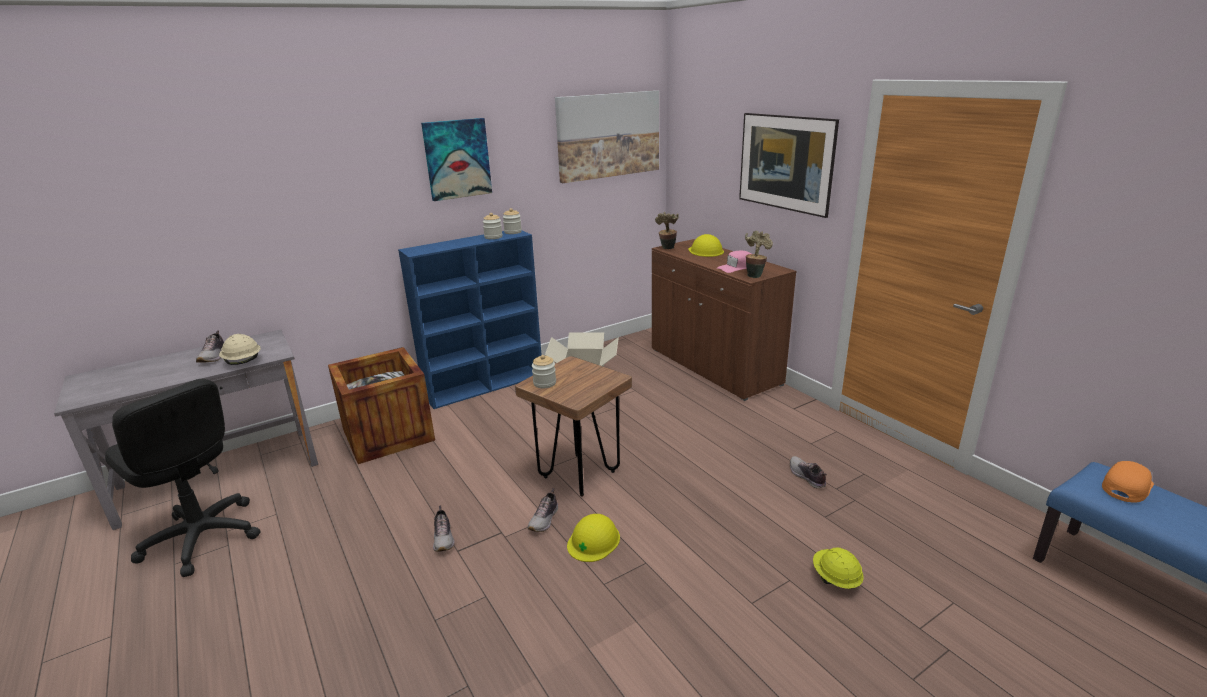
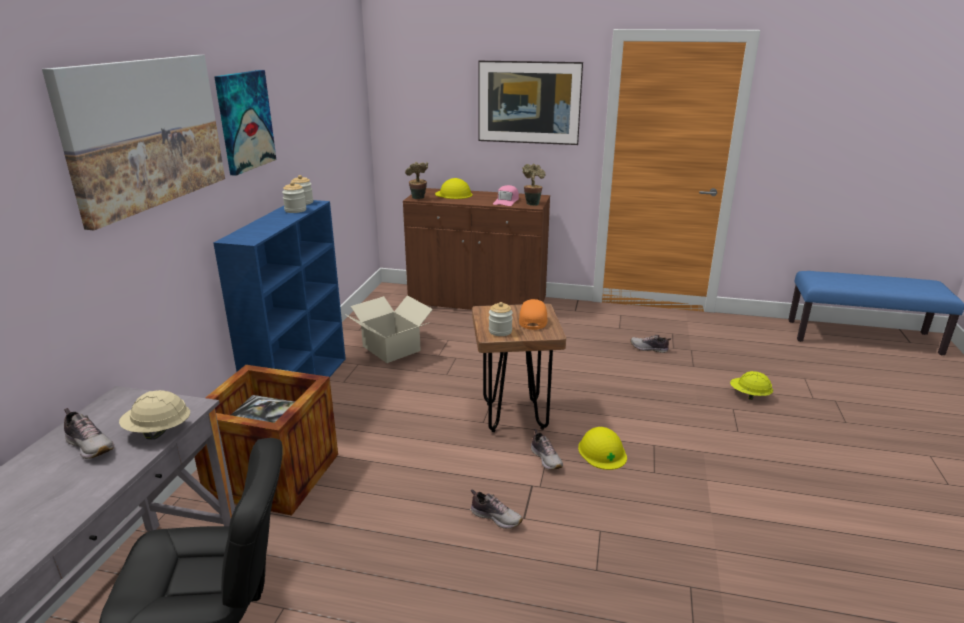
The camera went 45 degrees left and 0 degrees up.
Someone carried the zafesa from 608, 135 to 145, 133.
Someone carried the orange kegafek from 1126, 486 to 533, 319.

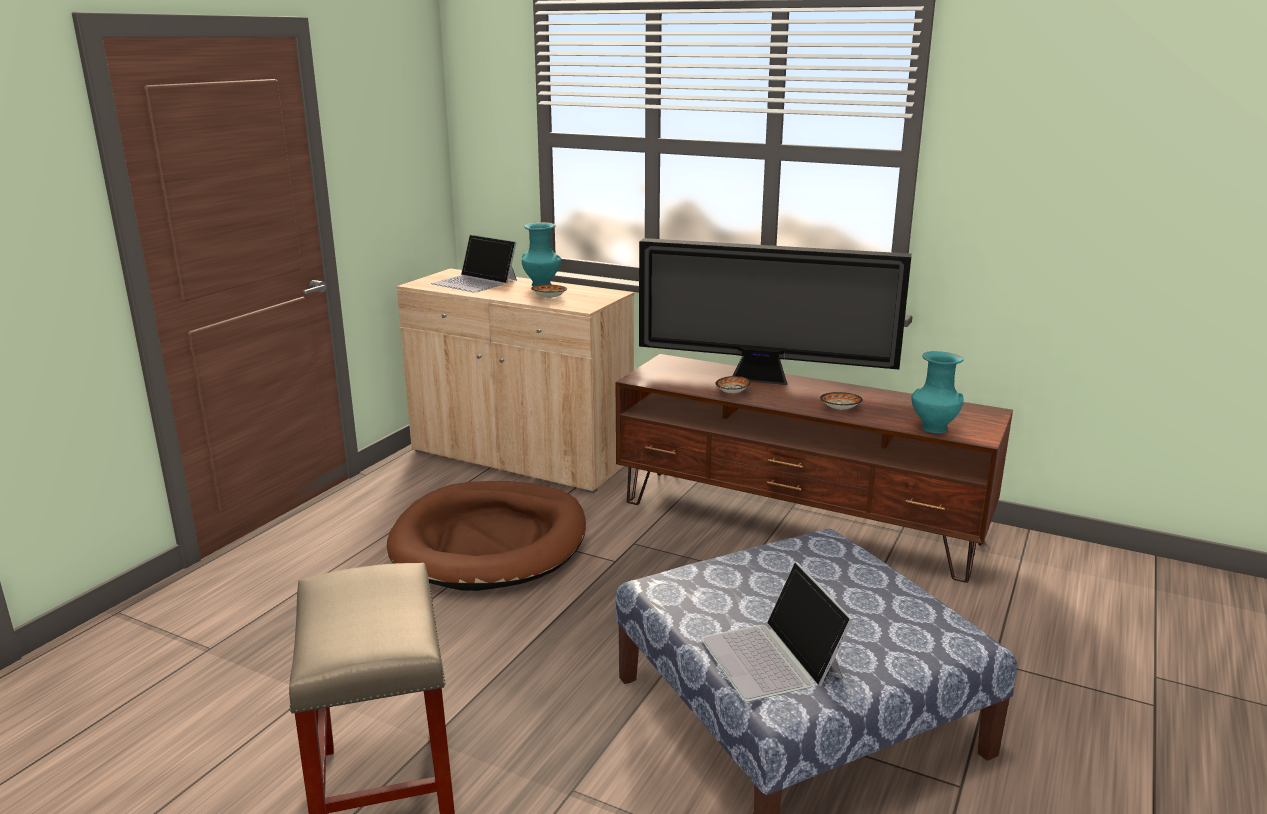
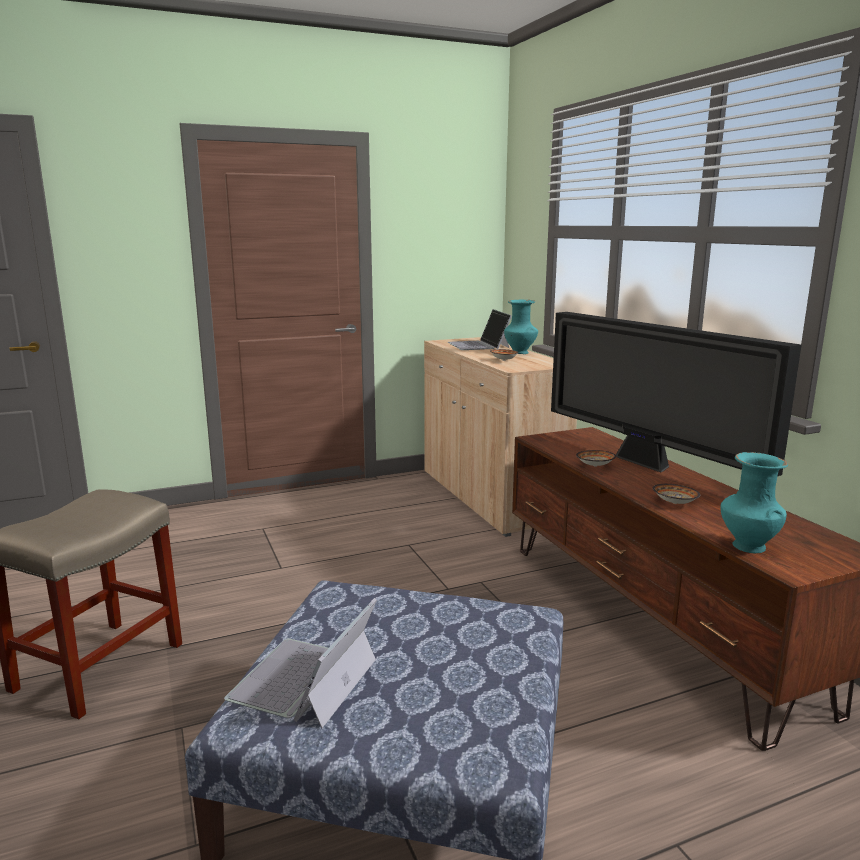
The camera went 40 degrees right and 5 degrees down.
Someone took away the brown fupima at 490, 542.

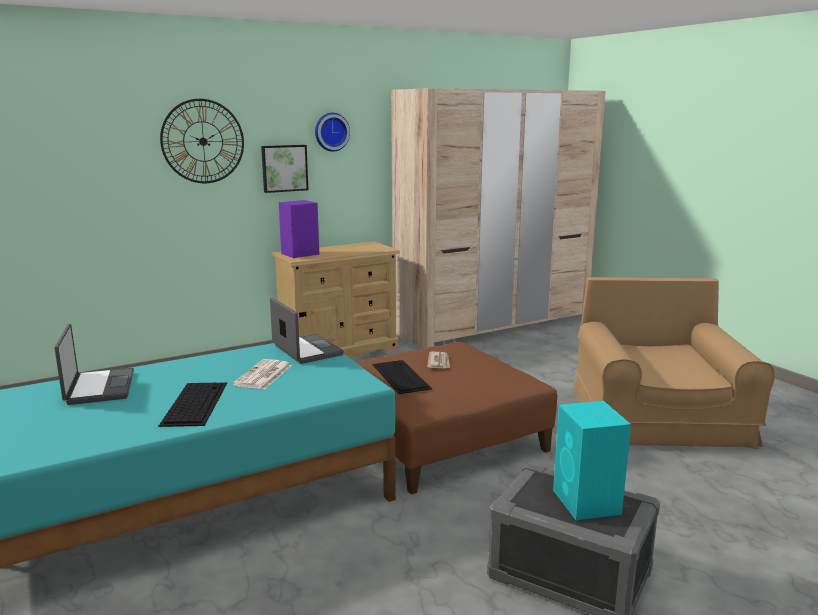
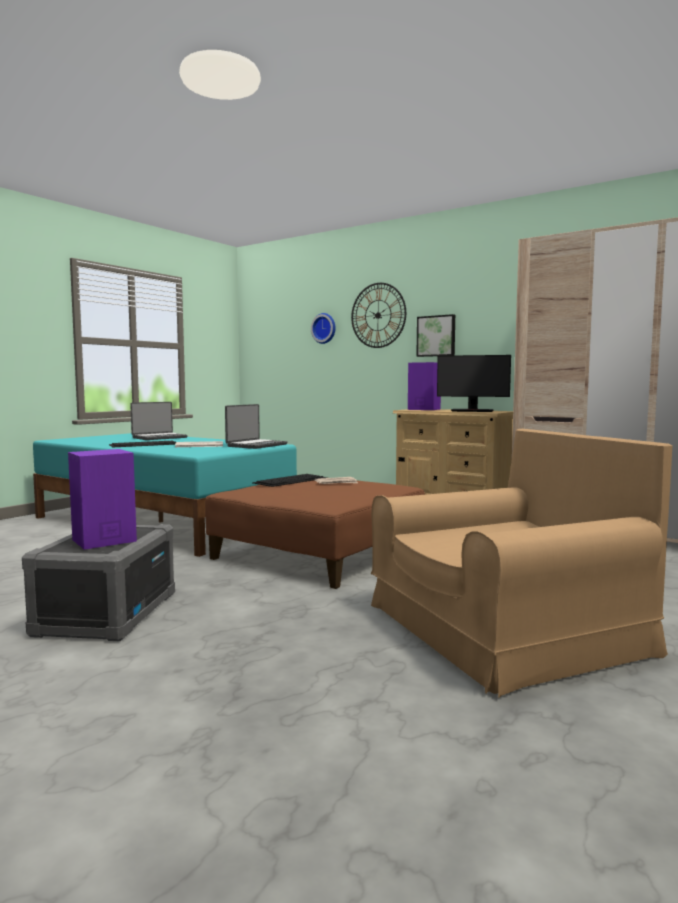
The camera went 65 degrees right and 10 degrees down.
Someone carried the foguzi from 331, 132 to 324, 328.
Someone repainted the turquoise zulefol at 587, 503, which became the purple zulefol at 102, 541.
Someone put down the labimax at 472, 411.

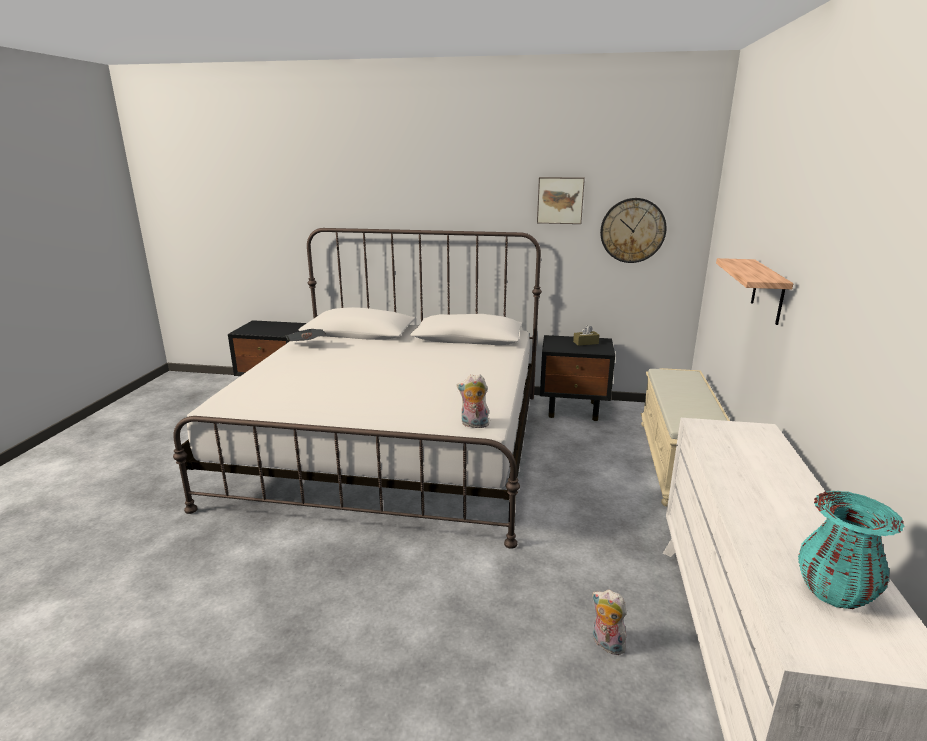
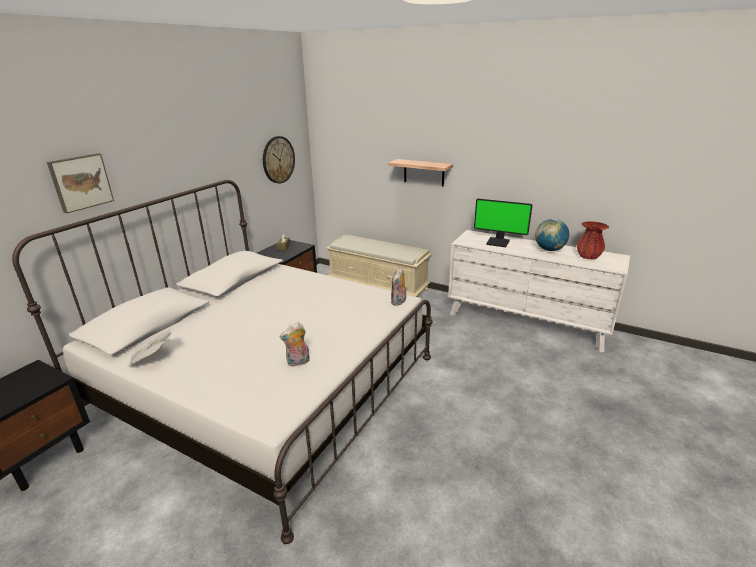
The camera went 70 degrees left and 5 degrees up.
Someone carried the zafesa from 560, 200 to 80, 182.
Someone carried the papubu from 606, 644 to 298, 362.
Someone repainted the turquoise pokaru at 834, 592, which became the red pokaru at 588, 256.
Someone put down the labimax at 498, 242.
Someone put down the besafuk at 549, 250.

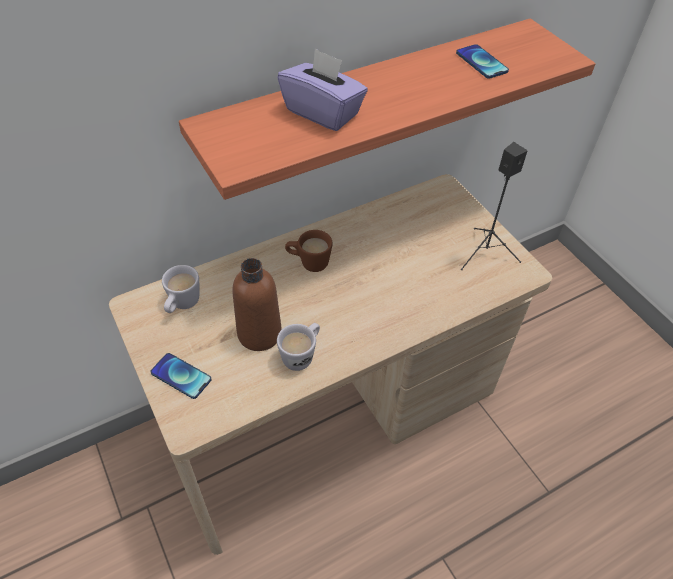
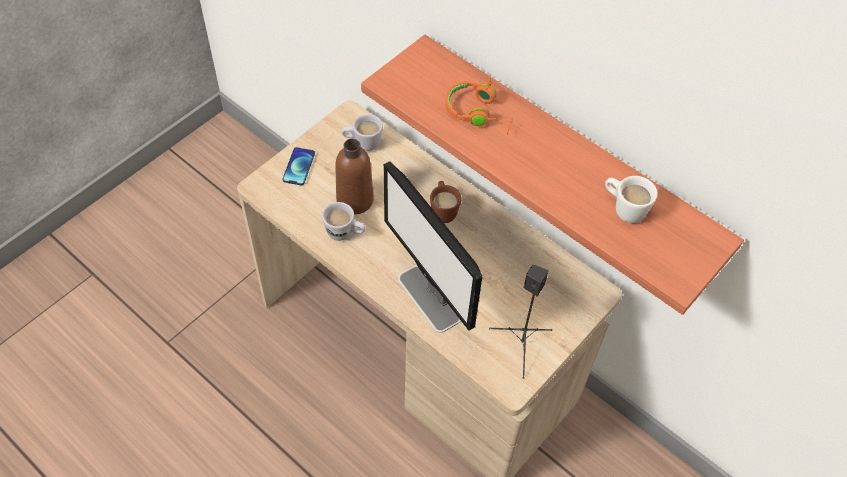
The camera went 70 degrees right and 5 degrees up.
Someone swapped the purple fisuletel at 323, 112 for the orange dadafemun at 479, 113.
Someone swapped the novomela at 481, 62 for the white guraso at 623, 209.
Someone put down the labimax at 429, 299.

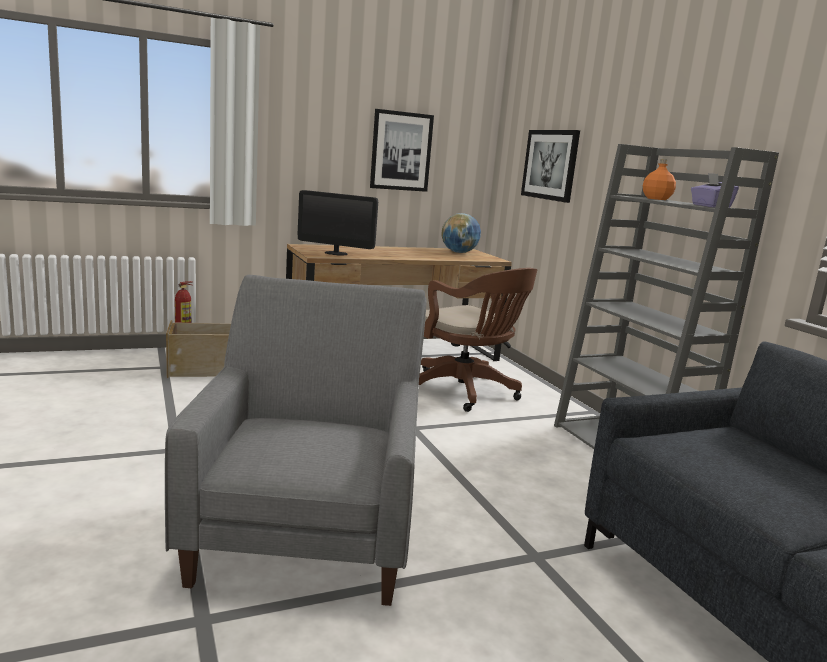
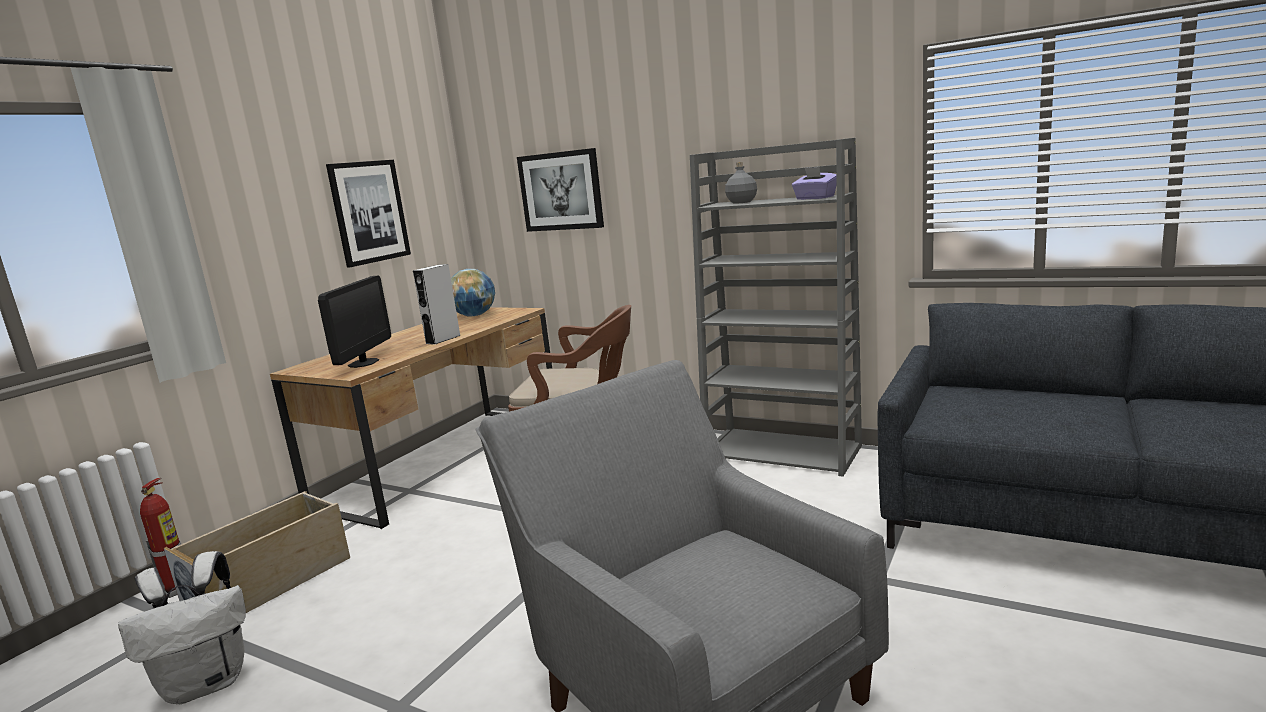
The camera went 35 degrees left and 0 degrees up.
Someone rotated the labimax at 336, 253 by 60 degrees counterclockwise.
Someone repainted the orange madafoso at 656, 199, which became the grey madafoso at 741, 202.
Someone put down the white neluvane at 208, 682.
Someone put down the grey zulefol at 443, 339.

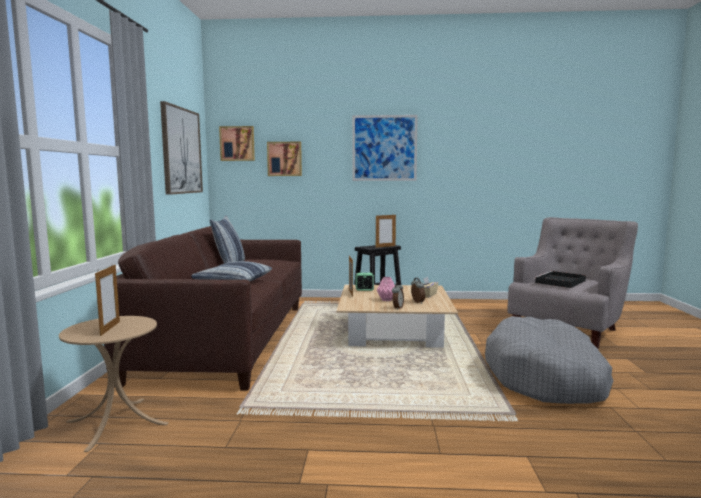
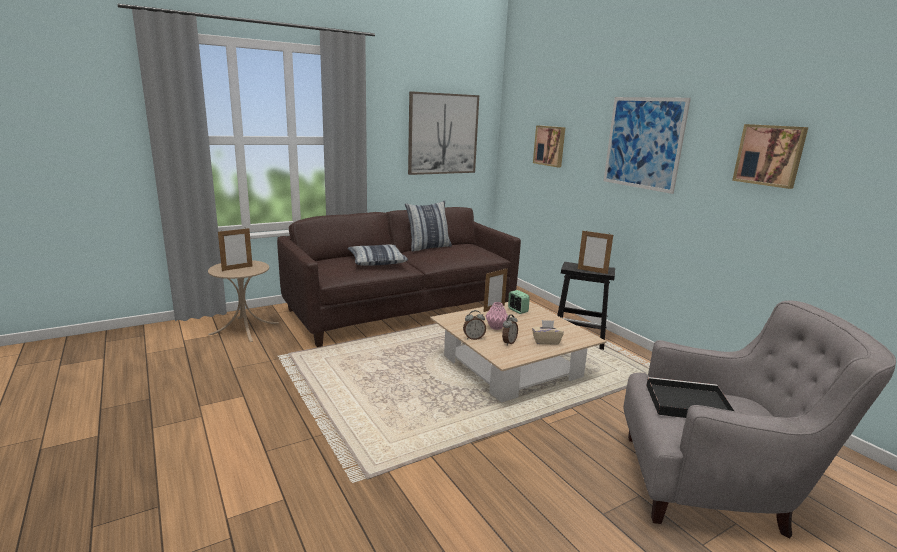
The camera went 55 degrees right and 10 degrees up.
Someone carried the zafesa from 237, 143 to 770, 155.
Someone took away the grey fupima at 546, 377.

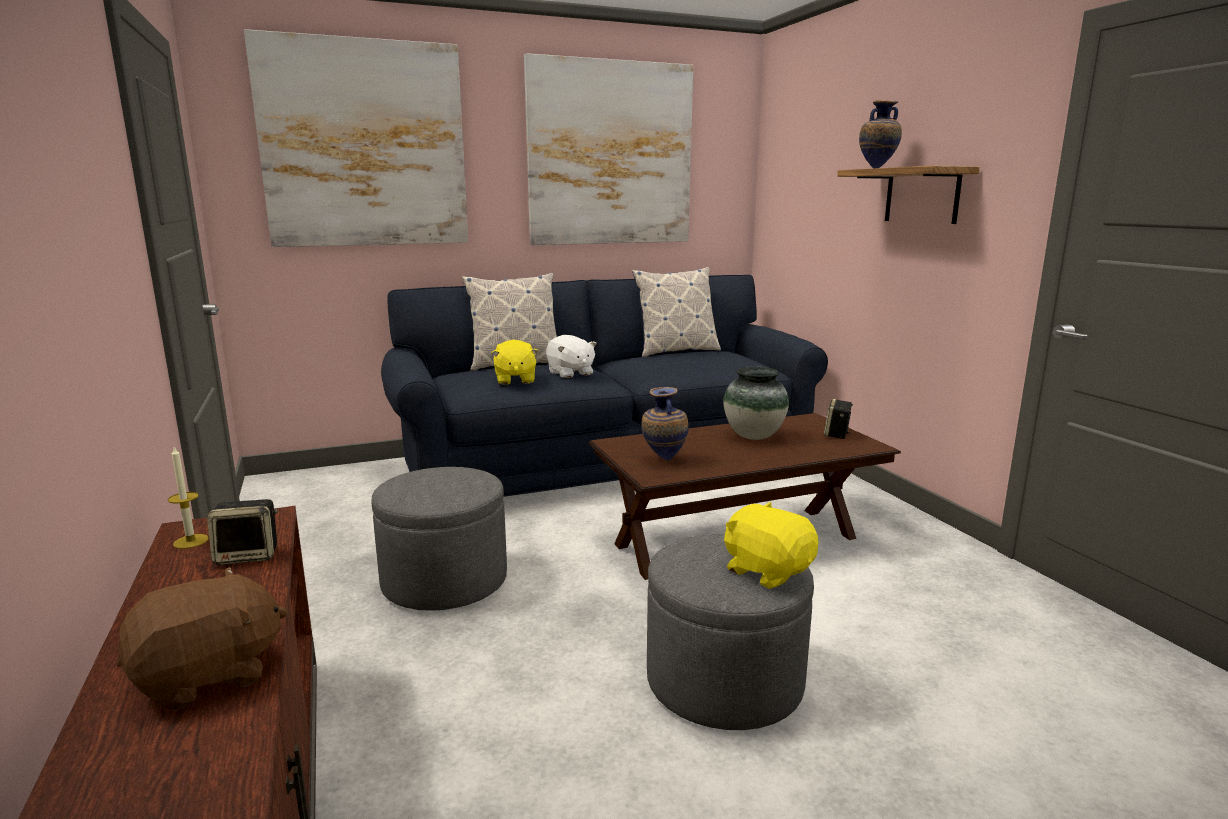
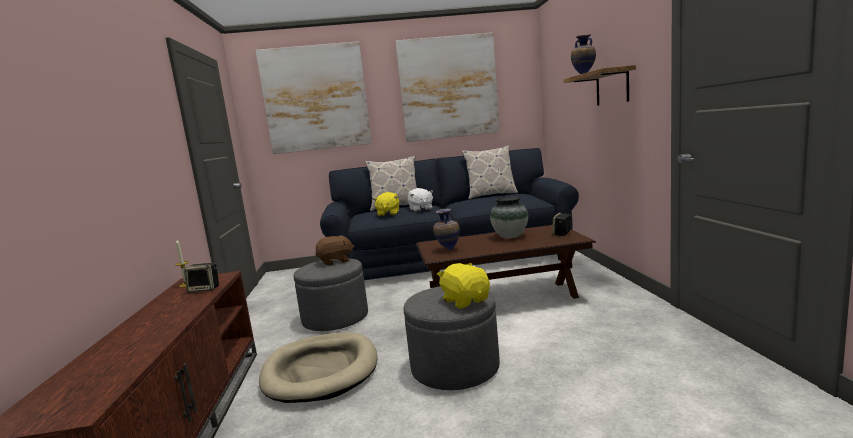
The camera went 15 degrees right and 5 degrees down.
Someone carried the brown papubu from 209, 676 to 335, 261.
Someone put down the beige fupima at 321, 371.

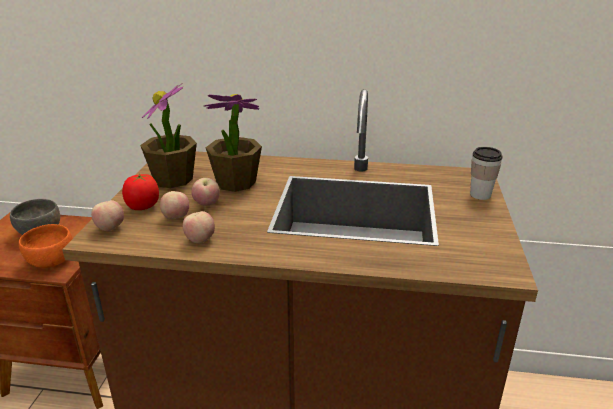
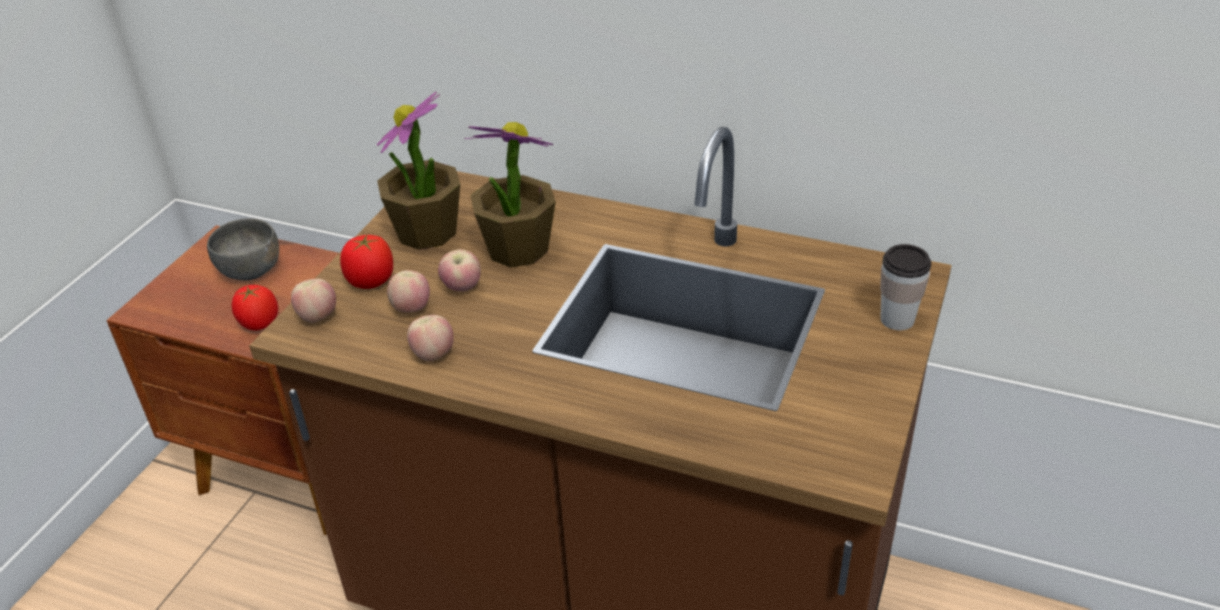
The camera went 15 degrees right and 10 degrees up.
Someone swapped the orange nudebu at 51, 261 for the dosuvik at 259, 324.

